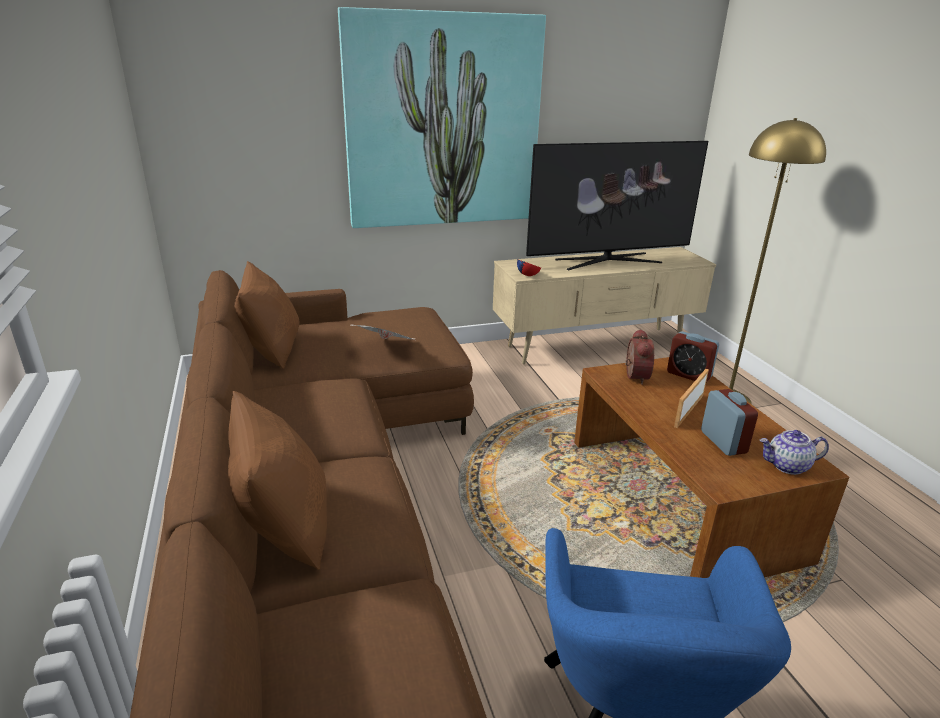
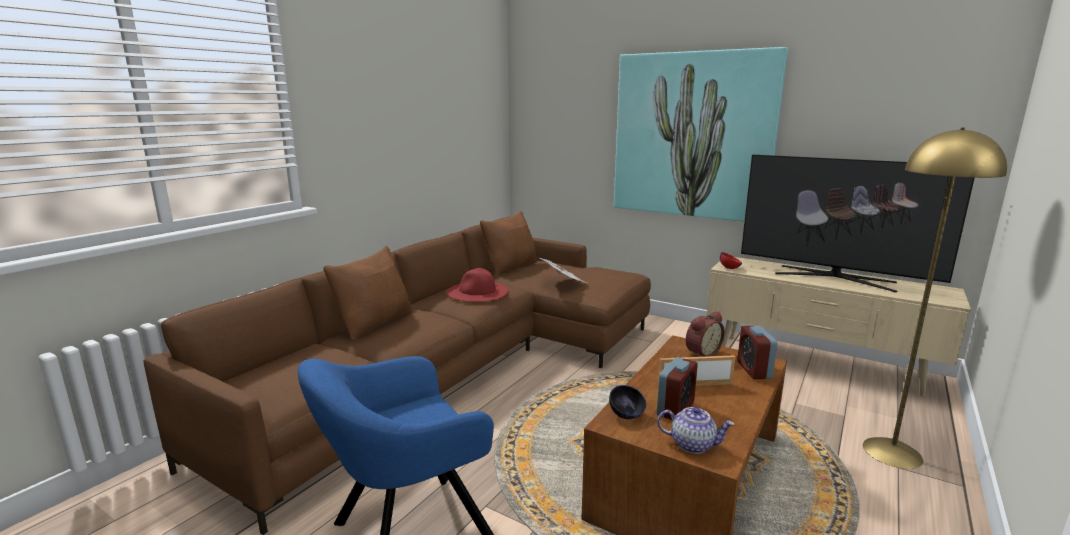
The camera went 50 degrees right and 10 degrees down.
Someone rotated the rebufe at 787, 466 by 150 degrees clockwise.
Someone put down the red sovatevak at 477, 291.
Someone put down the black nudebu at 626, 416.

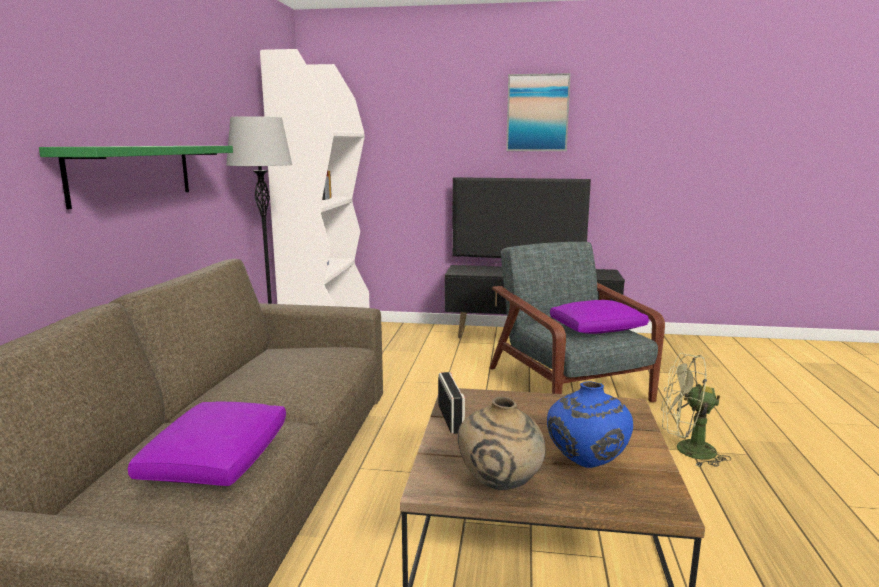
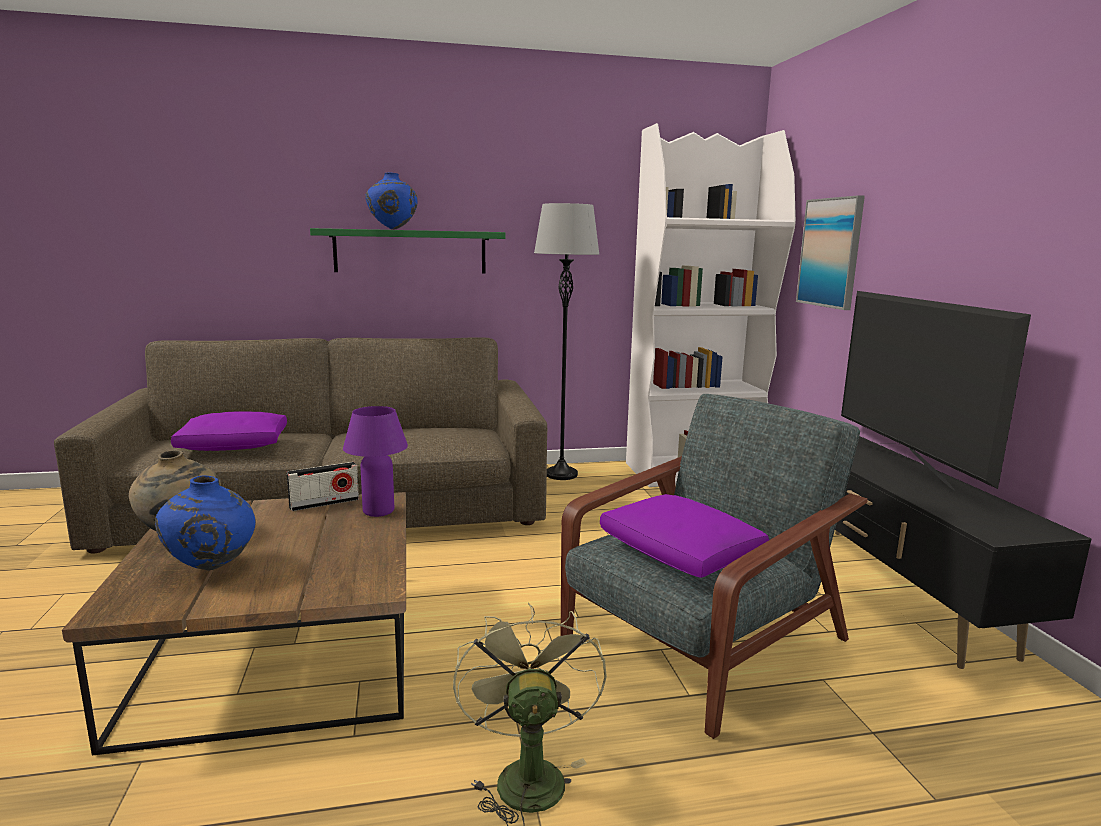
The camera went 70 degrees right and 0 degrees up.
Someone carried the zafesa from 537, 113 to 830, 252.
Someone put down the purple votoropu at 378, 511.
Someone put down the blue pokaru at 392, 229.

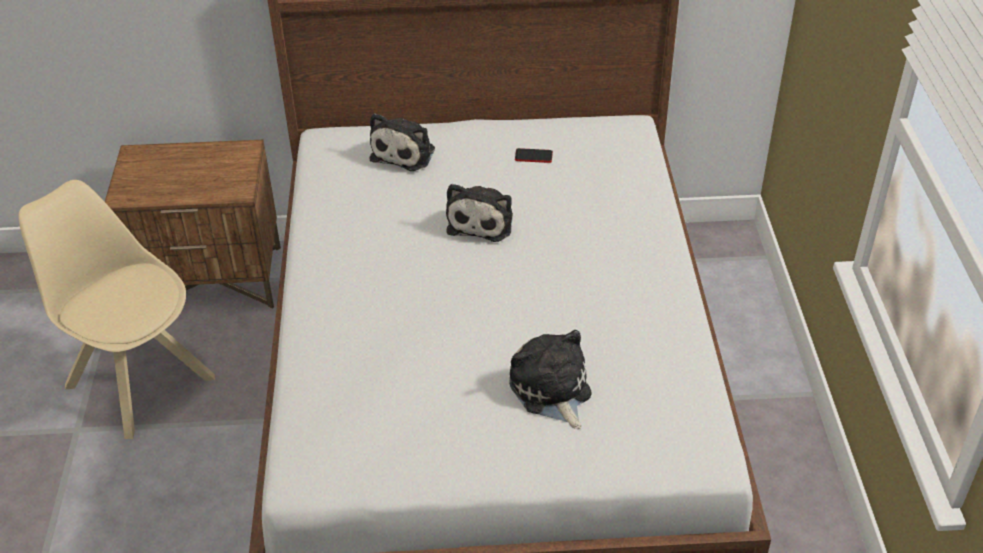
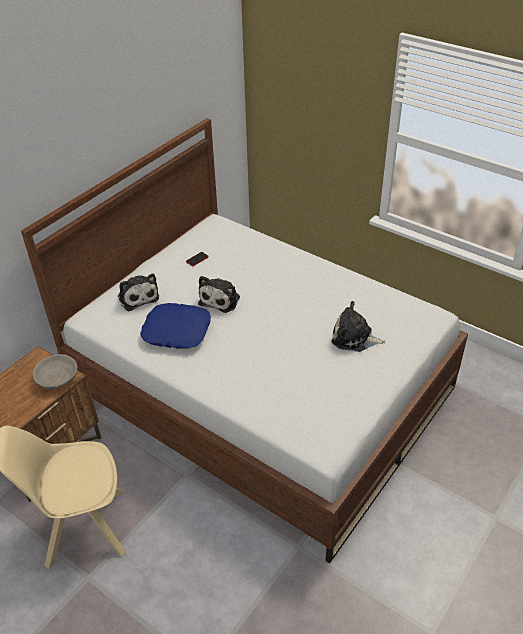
The camera went 50 degrees left and 0 degrees up.
Someone rotated the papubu at 482, 221 by 60 degrees clockwise.
Someone put down the grey nudebu at 57, 378.
Someone put down the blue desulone at 177, 331.

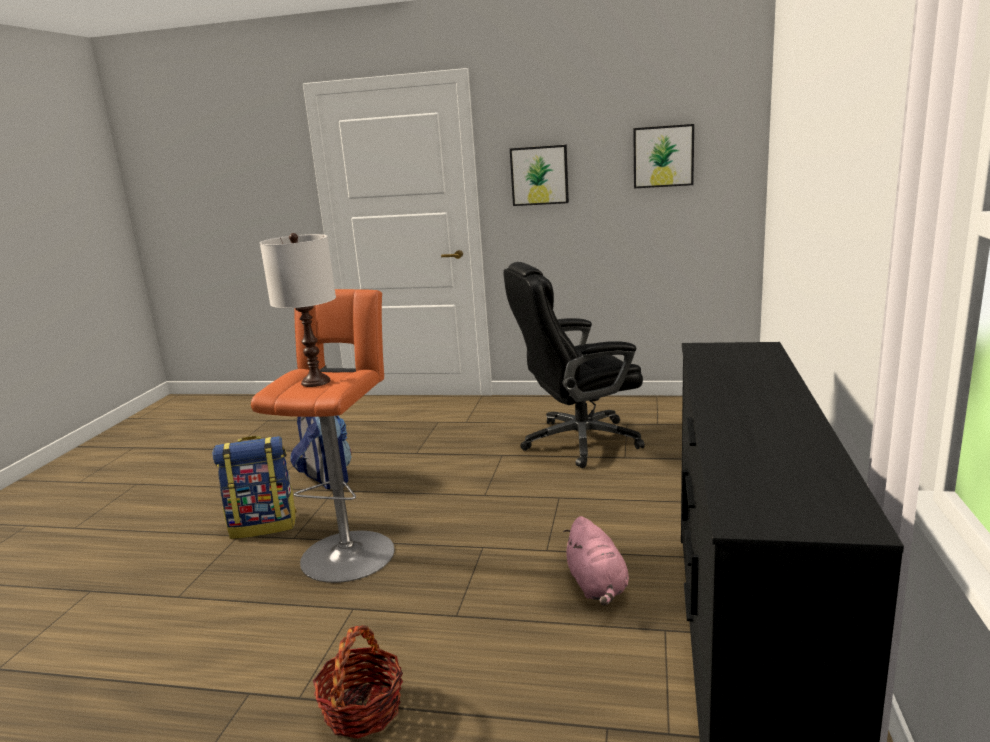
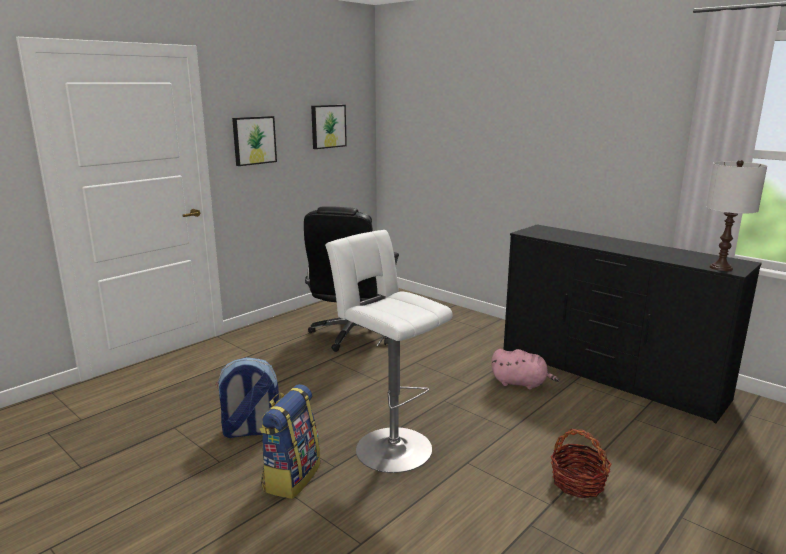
The camera went 60 degrees left and 0 degrees up.
Someone repainted the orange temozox at 350, 551, which became the white temozox at 389, 446.
Someone carried the white votoropu from 315, 382 to 721, 268.

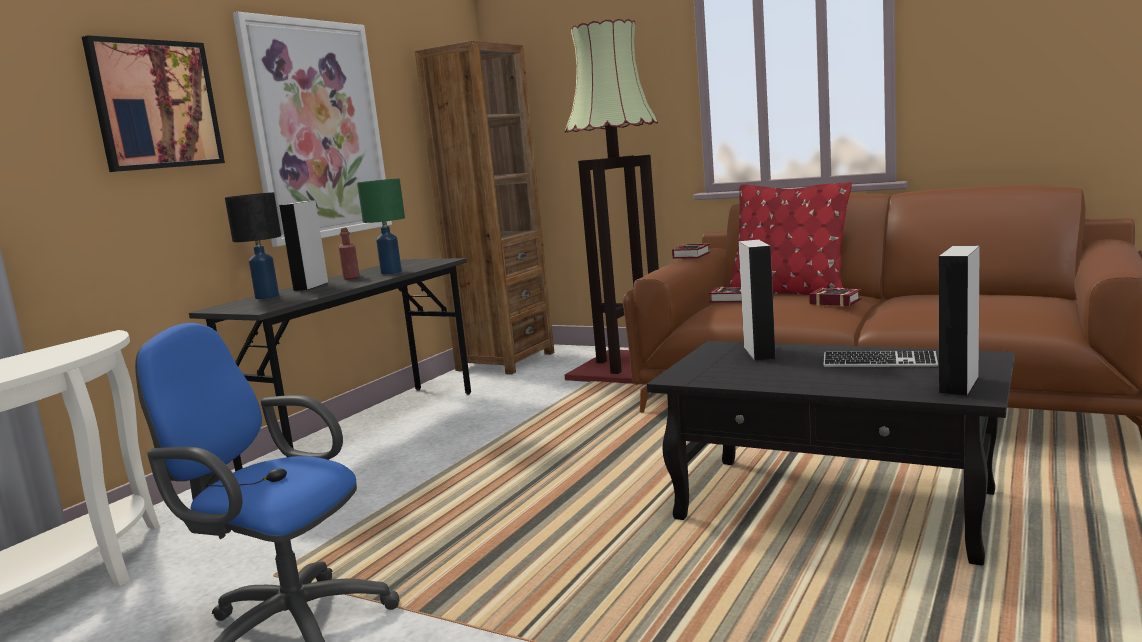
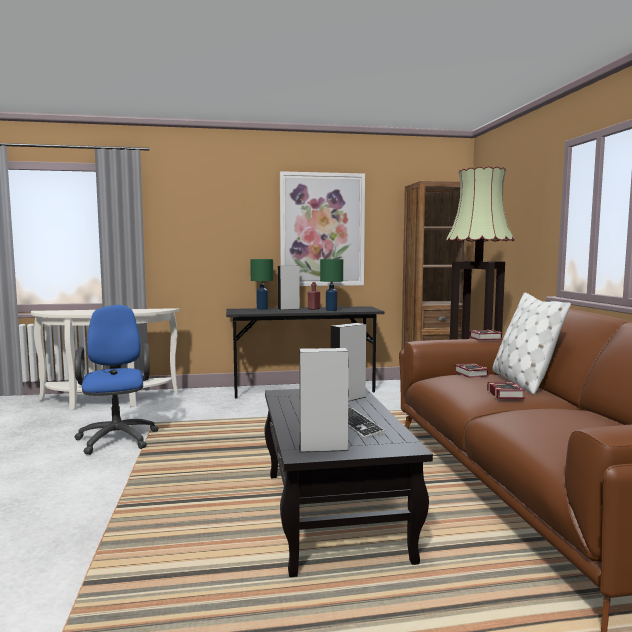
The camera went 50 degrees right and 5 degrees down.
Someone took away the zafesa at 155, 105.
Someone repainted the black votoropu at 266, 297, which became the green votoropu at 262, 309.
Someone repainted the red desulone at 788, 292, which became the white desulone at 523, 382.

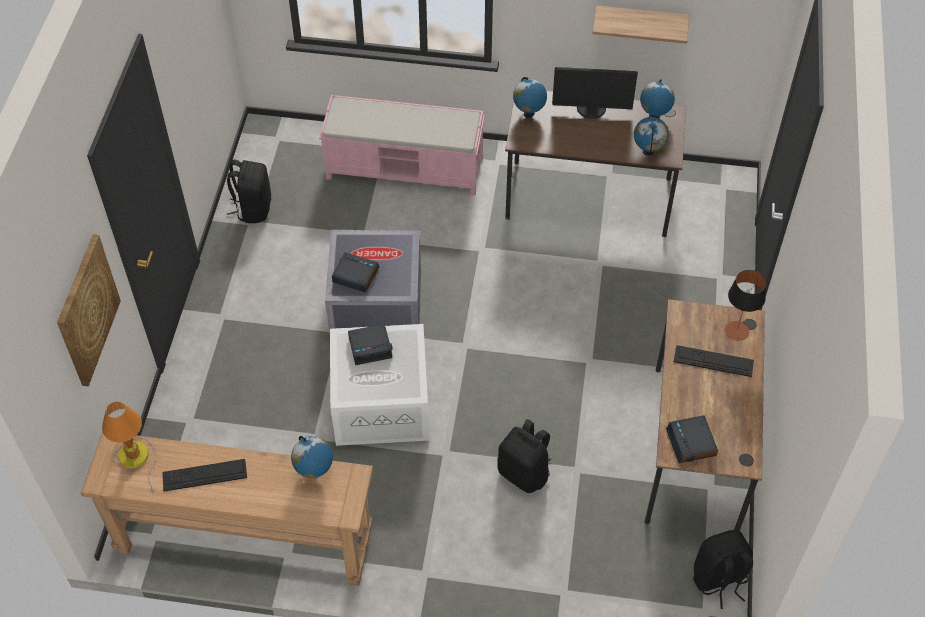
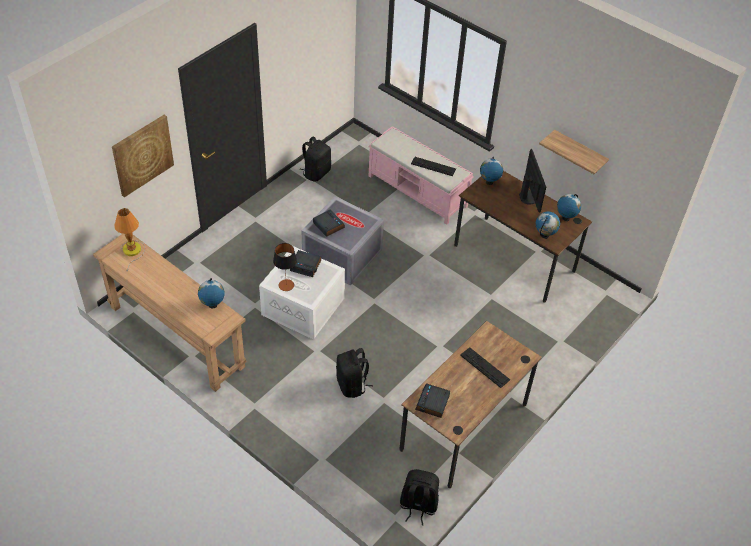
The camera went 30 degrees right and 5 degrees down.
Someone carried the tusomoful from 204, 475 to 433, 166.
Someone rotated the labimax at 591, 109 by 135 degrees counterclockwise.
Someone carried the votoropu from 736, 331 to 286, 285.

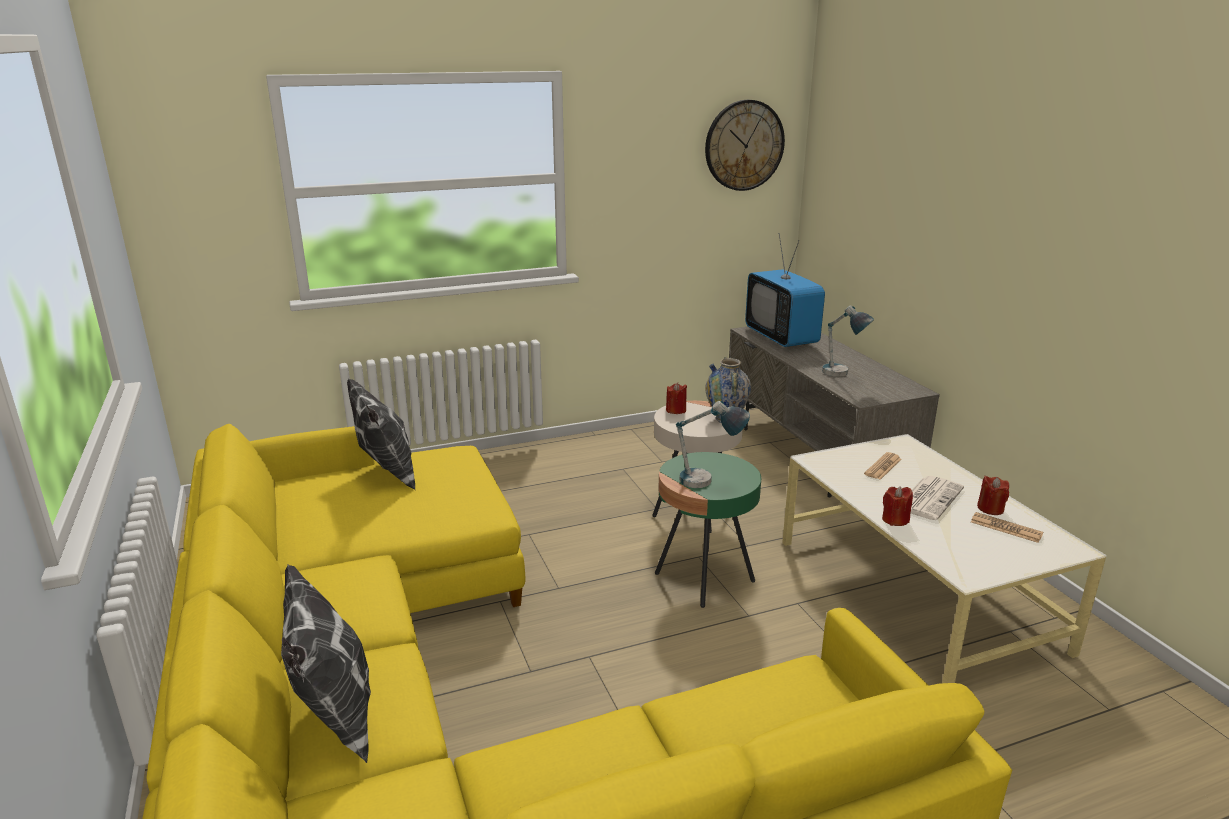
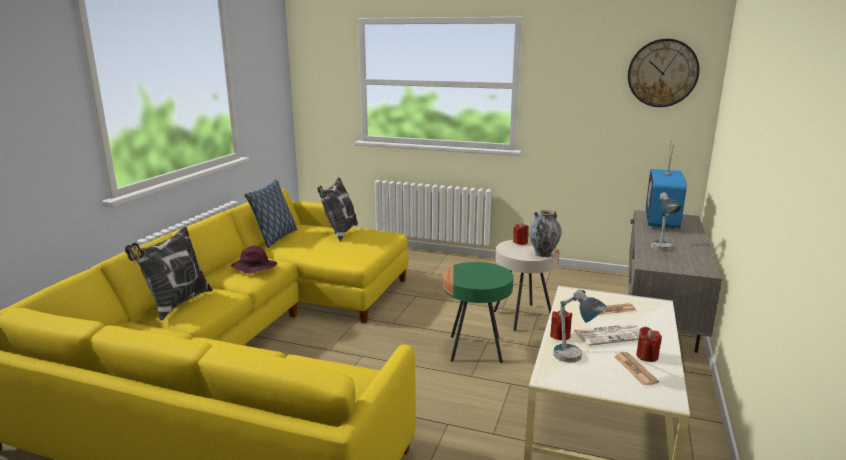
The camera went 40 degrees right and 5 degrees down.
Someone carried the votoropu from 708, 484 to 574, 361.
Someone put down the purple sovatevak at 254, 267.
Someone put down the desulone at 275, 238.

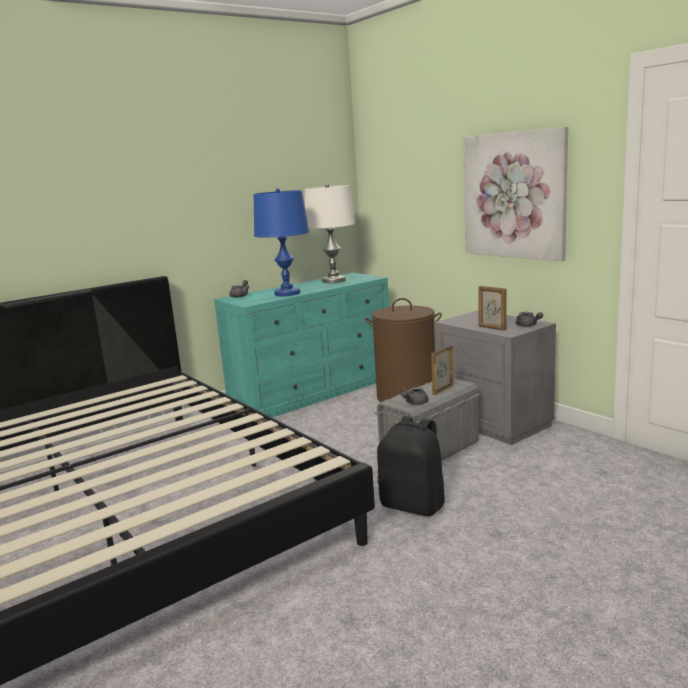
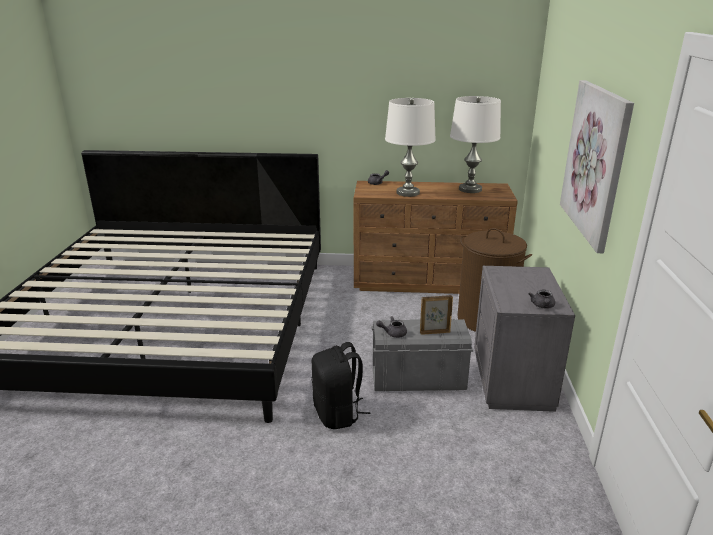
The camera went 40 degrees right and 10 degrees up.
Someone repainted the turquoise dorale at 314, 392, which became the brown dorale at 429, 281.
Someone repainted the blue votoropu at 287, 293, which became the white votoropu at 407, 193.
Someone took away the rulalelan at 492, 328.

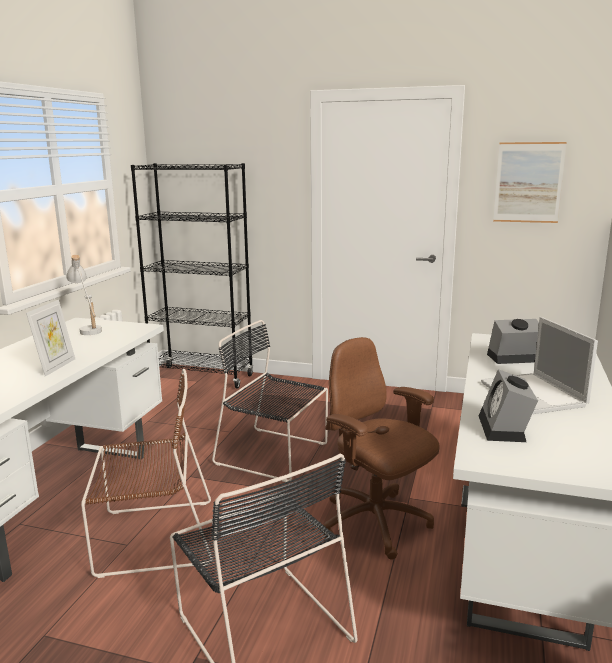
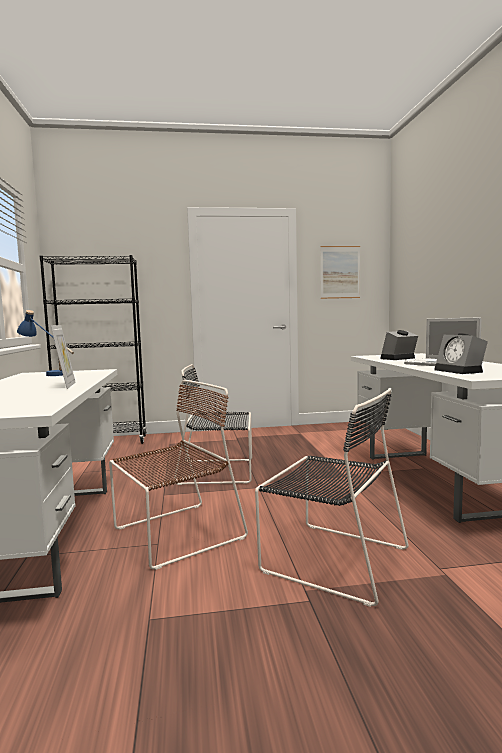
The camera went 25 degrees left and 10 degrees down.
Someone repainted the white votoropu at 88, 328, which became the blue votoropu at 49, 374.
Someone took away the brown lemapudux at 376, 524.

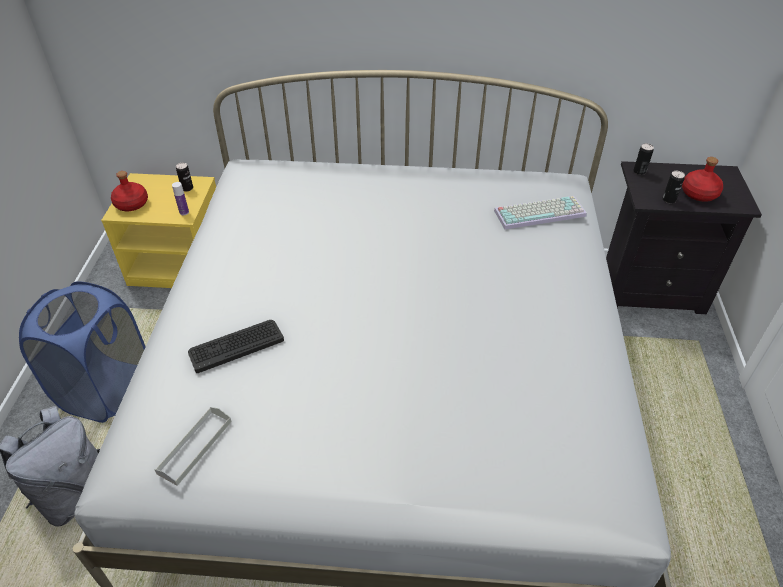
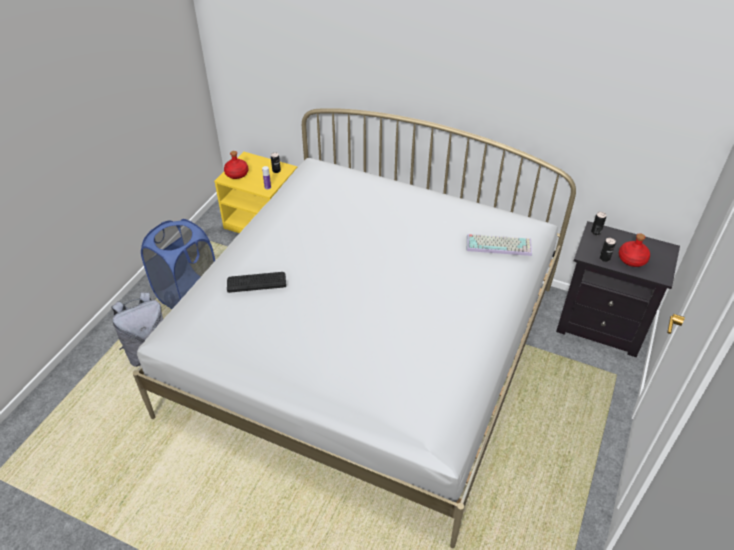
The camera went 20 degrees right and 0 degrees up.
Someone took away the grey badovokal at 195, 447.

